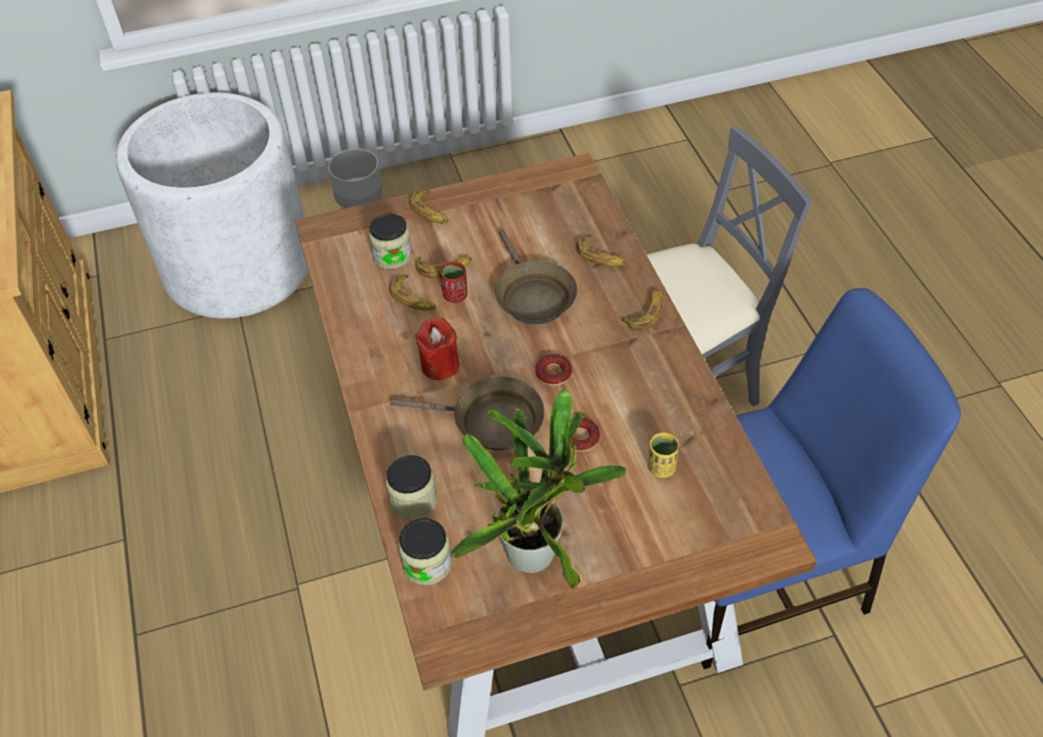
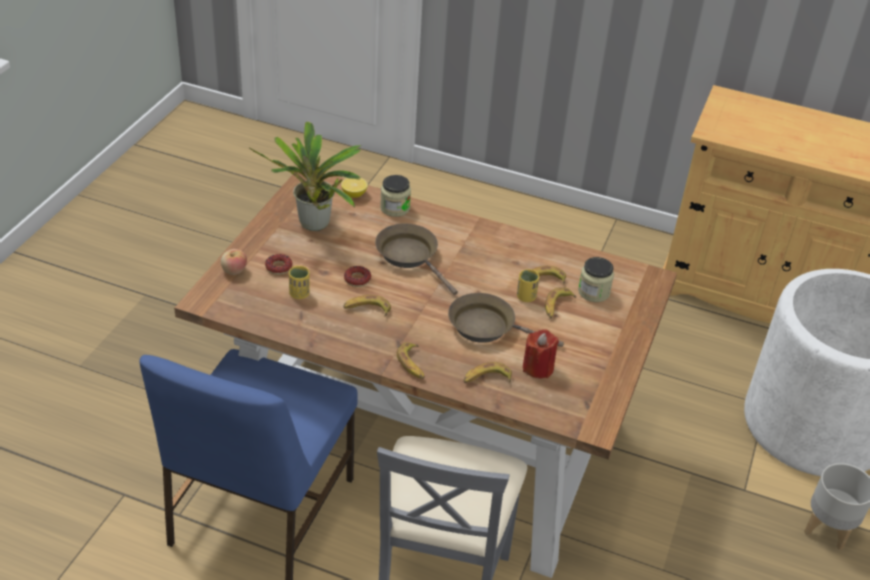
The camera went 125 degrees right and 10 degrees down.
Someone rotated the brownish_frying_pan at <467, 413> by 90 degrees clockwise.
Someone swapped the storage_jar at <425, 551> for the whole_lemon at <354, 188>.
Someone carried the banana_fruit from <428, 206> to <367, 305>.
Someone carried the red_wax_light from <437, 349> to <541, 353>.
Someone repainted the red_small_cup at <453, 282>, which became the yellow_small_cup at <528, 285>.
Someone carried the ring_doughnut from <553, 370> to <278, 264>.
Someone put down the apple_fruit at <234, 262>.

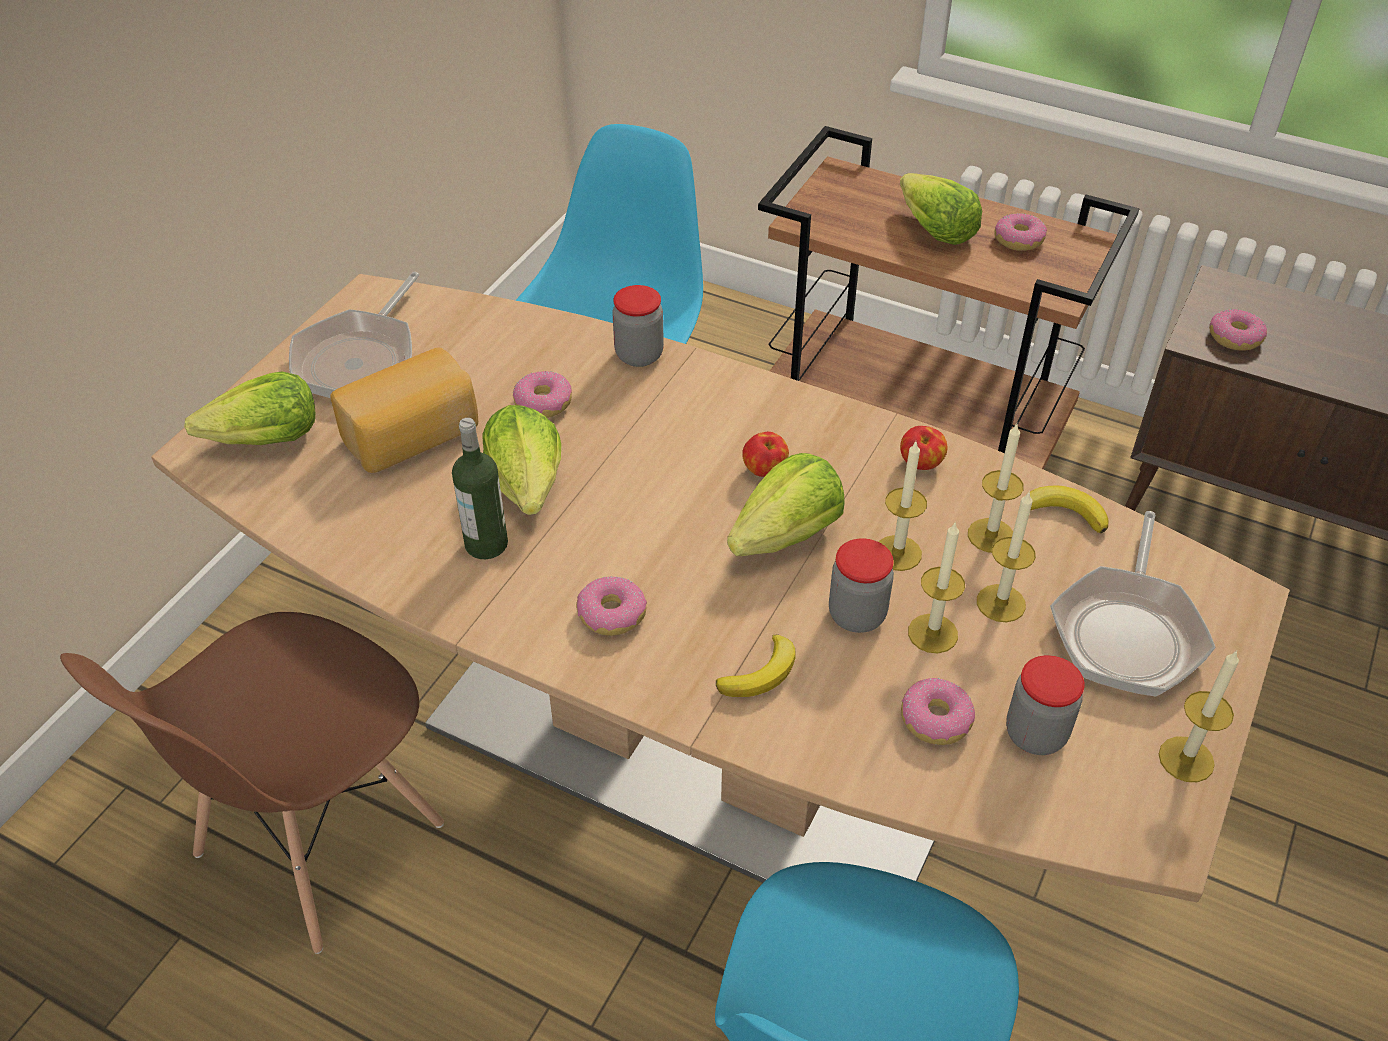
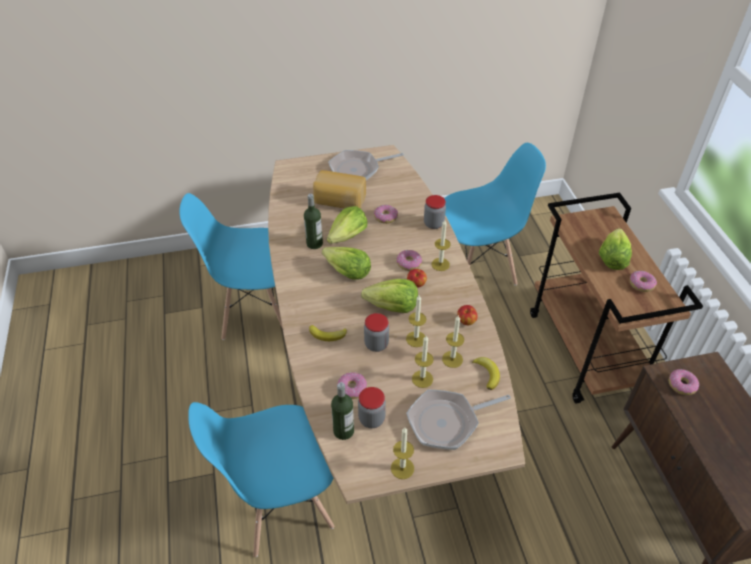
The camera went 50 degrees right and 0 degrees up.
Someone repainted the brownish_plain_chair at <252, 783>, which became the bluish_plain_chair at <230, 266>.
Someone carried the lettuce from <249, 408> to <346, 263>.
Someone carried the ring_doughnut from <611, 606> to <409, 260>.
Someone carried the wax_light from <936, 587> to <441, 245>.
Someone put down the bottle at <342, 411>.

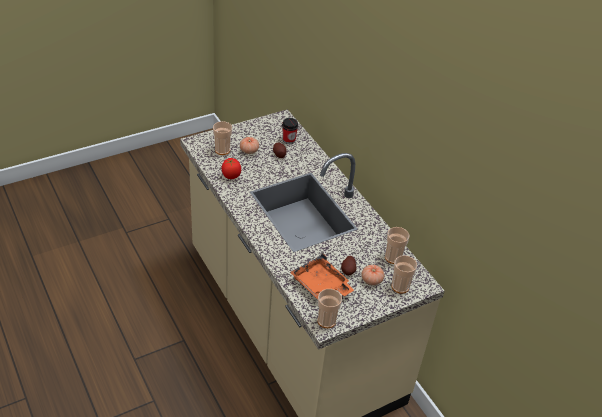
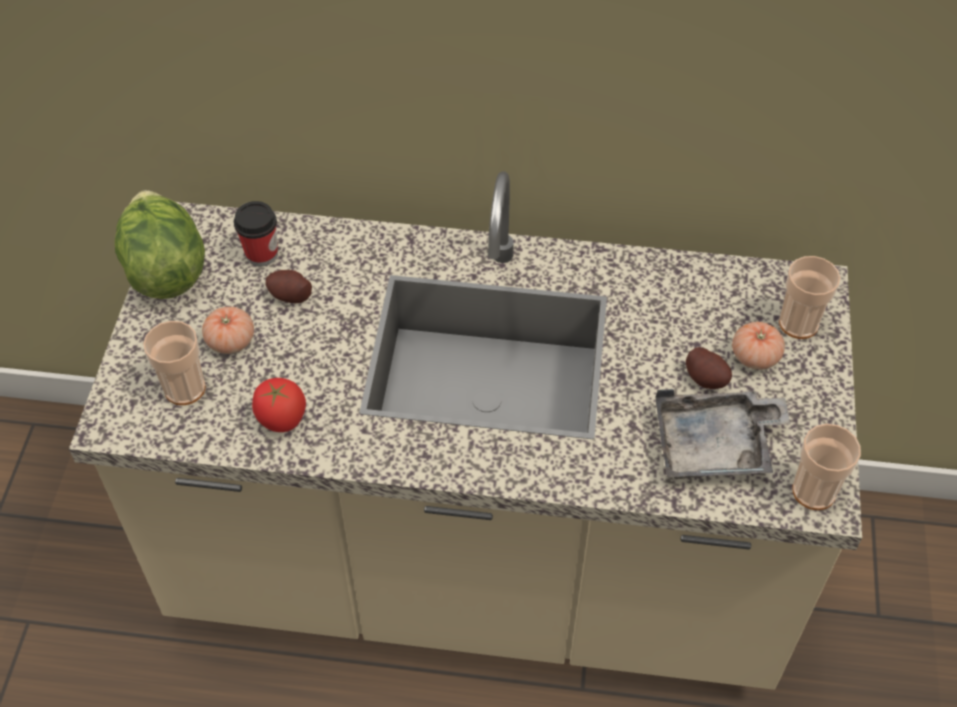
The camera went 50 degrees left and 10 degrees up.
Someone repainted the orangey_serving_tray at <322, 276>, which became the grey_serving_tray at <722, 434>.
Someone took away the small_cup at <397, 245>.
Someone put down the lettuce at <160, 244>.

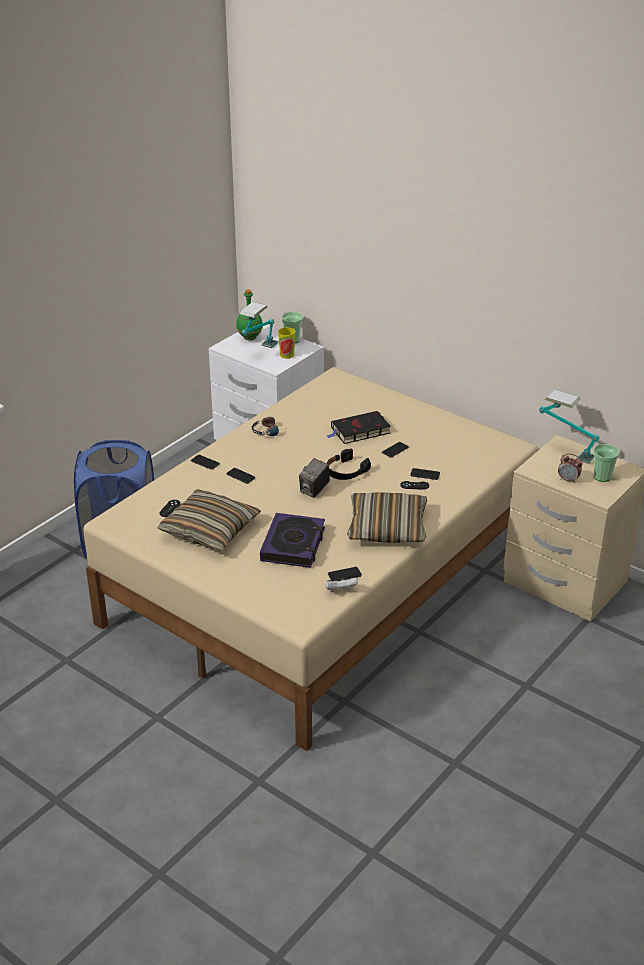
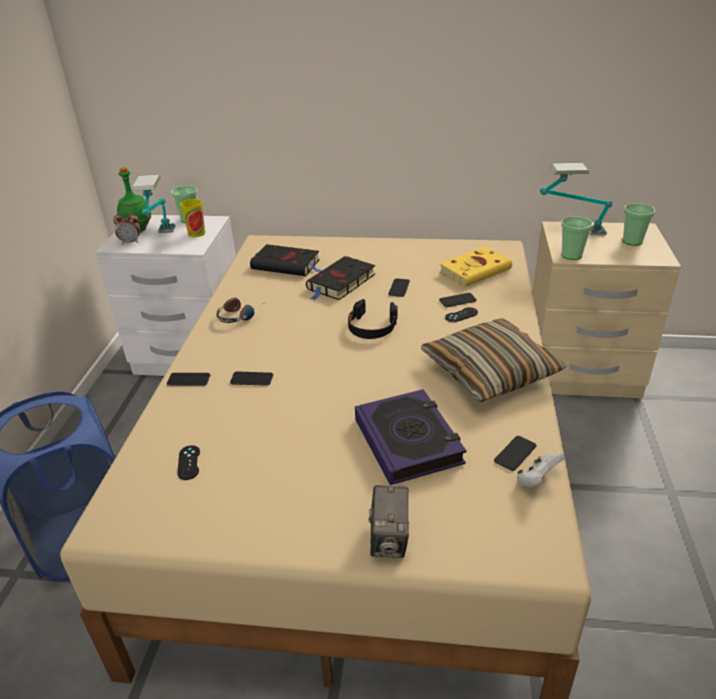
The camera went 30 degrees left and 0 degrees up.
Someone took away the cushion at <209, 520>.
Someone carried the still_camera from <314, 478> to <389, 521>.
Someone carried the alarm_clock from <570, 468> to <126, 227>.
Someone put down the black_book at <286, 260>.
Someone put down the yellow_book at <475, 267>.
Someone put down the small_cup at <577, 238>.

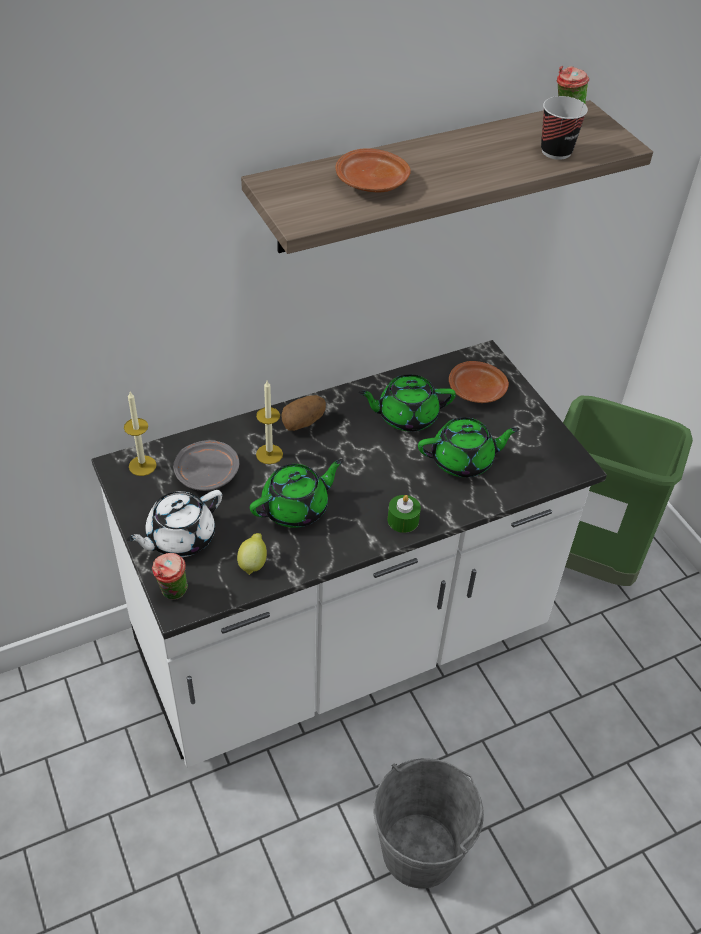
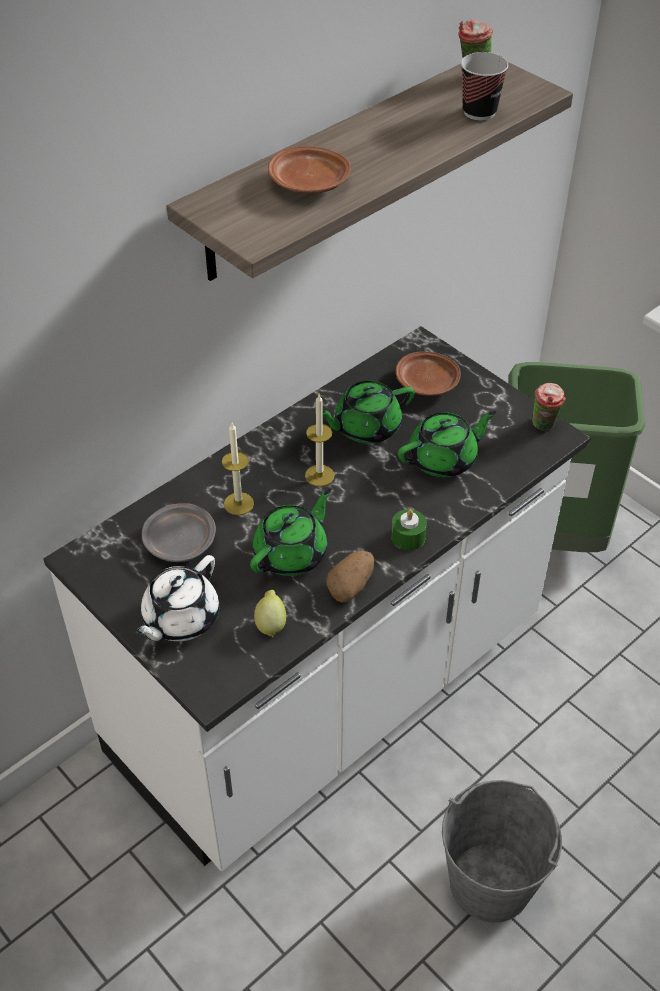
The camera went 15 degrees left and 0 degrees up.
Someone carried the wax_light from <140, 434> to <319, 440>.
Someone carried the small_cup from <170, 576> to <549, 407>.
Someone carried the spud from <303, 413> to <350, 576>.

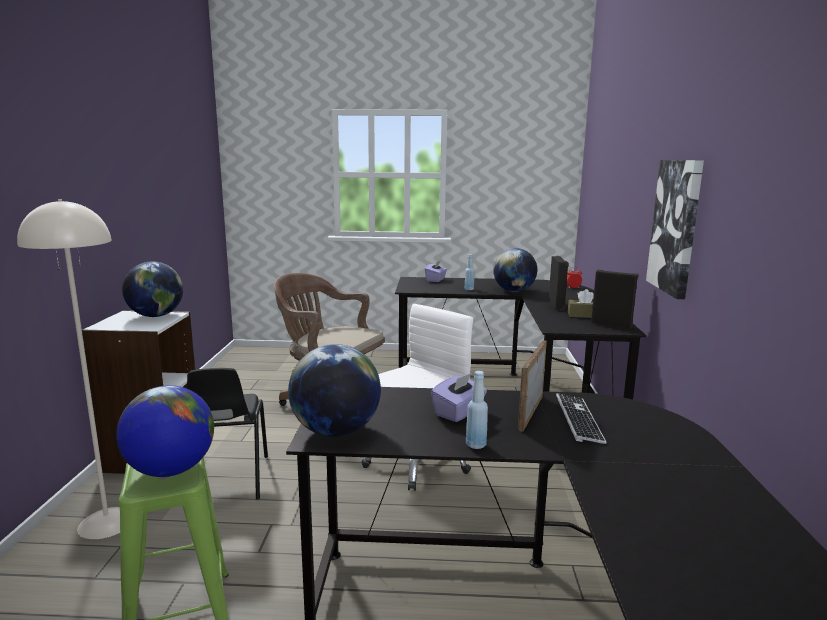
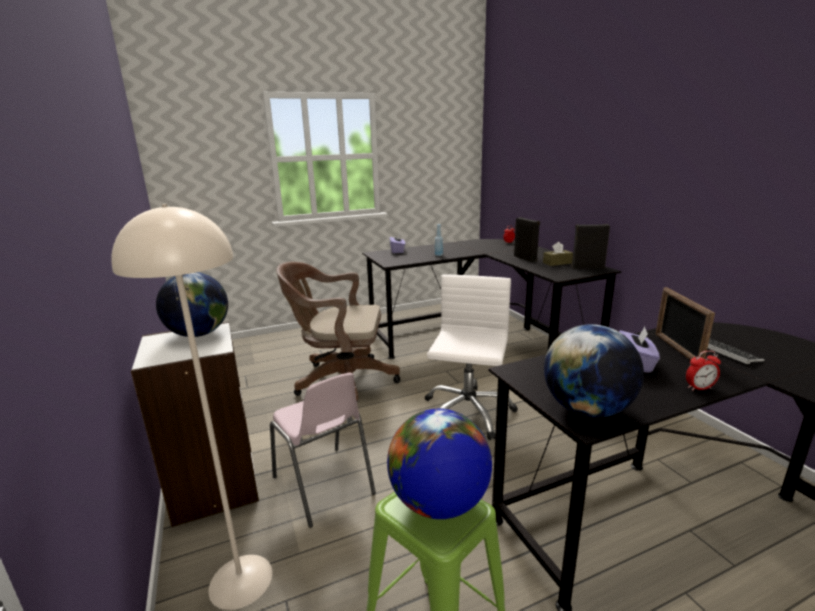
The camera went 25 degrees left and 5 degrees up.
Someone repainted the black_plain_chair at <227, 433>, which became the pink_plain_chair at <323, 450>.
Someone swapped the bluish_bottle at <477, 410> for the alarm_clock at <703, 371>.
Someone took away the desk_globe at <515, 270>.
Someone took away the wall_art at <675, 229>.

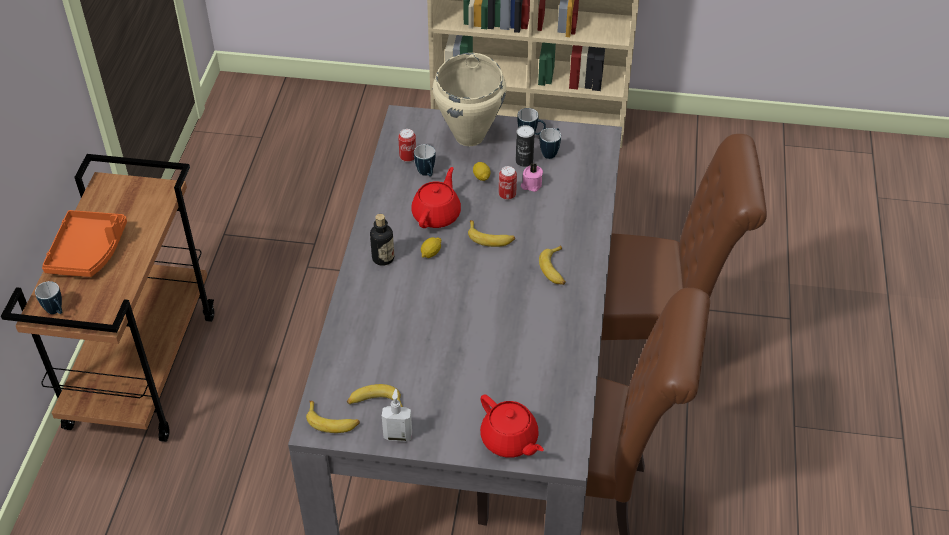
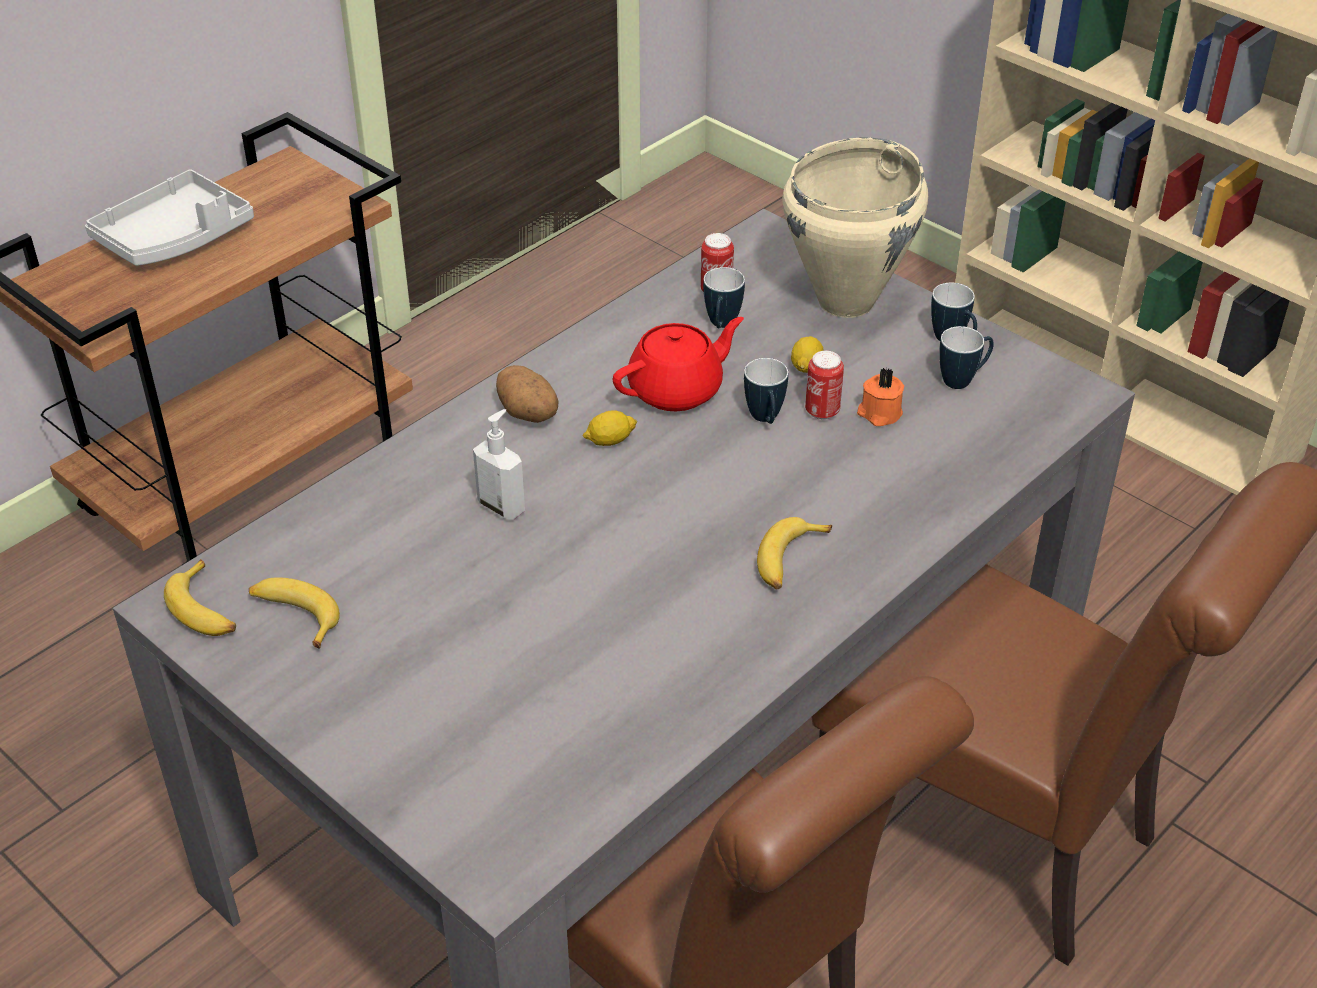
The camera went 35 degrees right and 5 degrees down.
Someone carried the tea_mug from <48, 297> to <766, 391>.
Someone repainted the orangey_serving_tray at <84, 243>, which became the grey_serving_tray at <169, 217>.
Someone swapped the bottle at <382, 240> for the spud at <527, 394>.
Someone carried the liquid_soap_bottle from <397, 415> to <499, 464>.
Someone took away the banana_fruit at <491, 233>.
Someone took away the red_teapot at <512, 426>.
Someone took away the metal_can at <525, 146>.
Someone repainted the pink_wax_light at <532, 177>, which became the orangey_wax_light at <880, 397>.

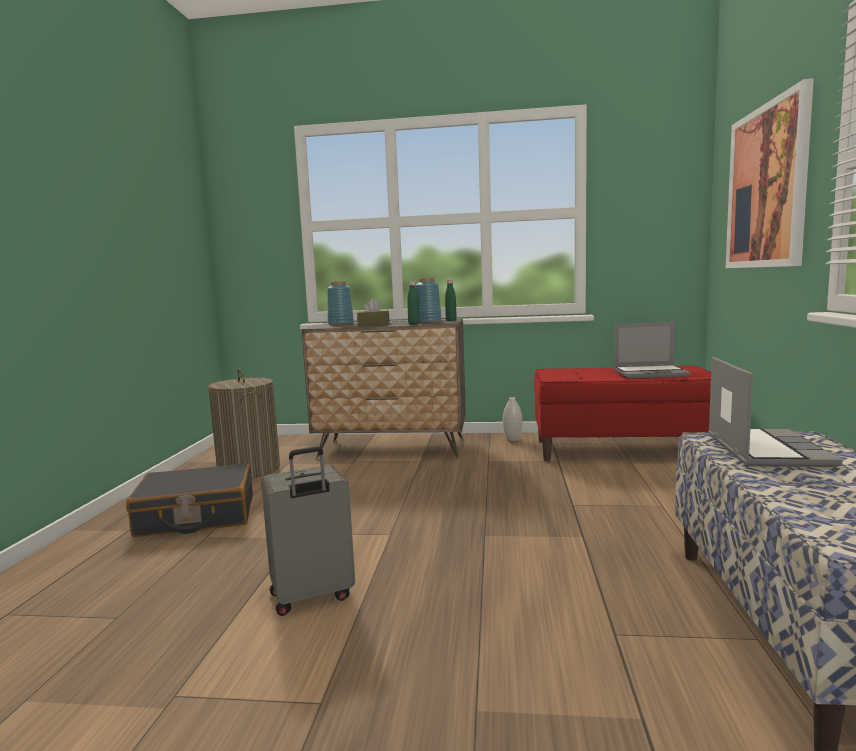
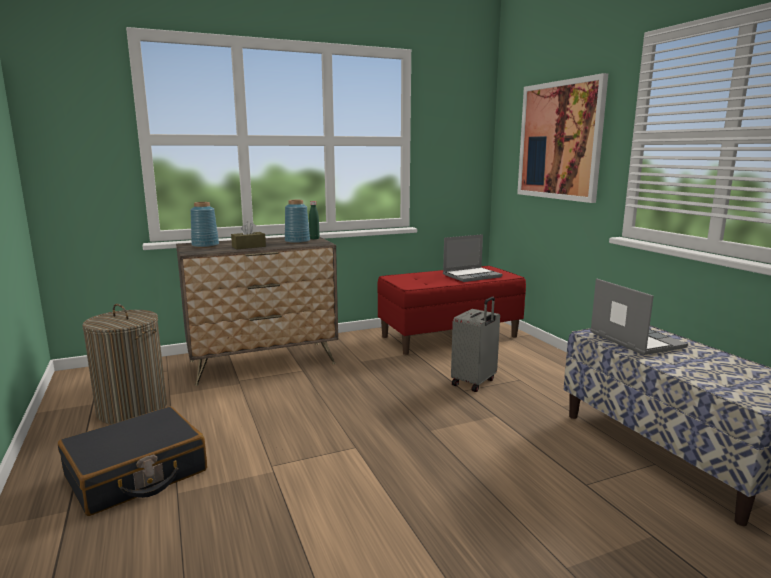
The camera went 30 degrees left and 5 degrees up.
Someone carried the grey_travel_case from <308, 531> to <475, 344>.
Someone took away the greenish_bottle at <413, 303>.
Someone took away the white-coloured_flower_vase at <512, 419>.

